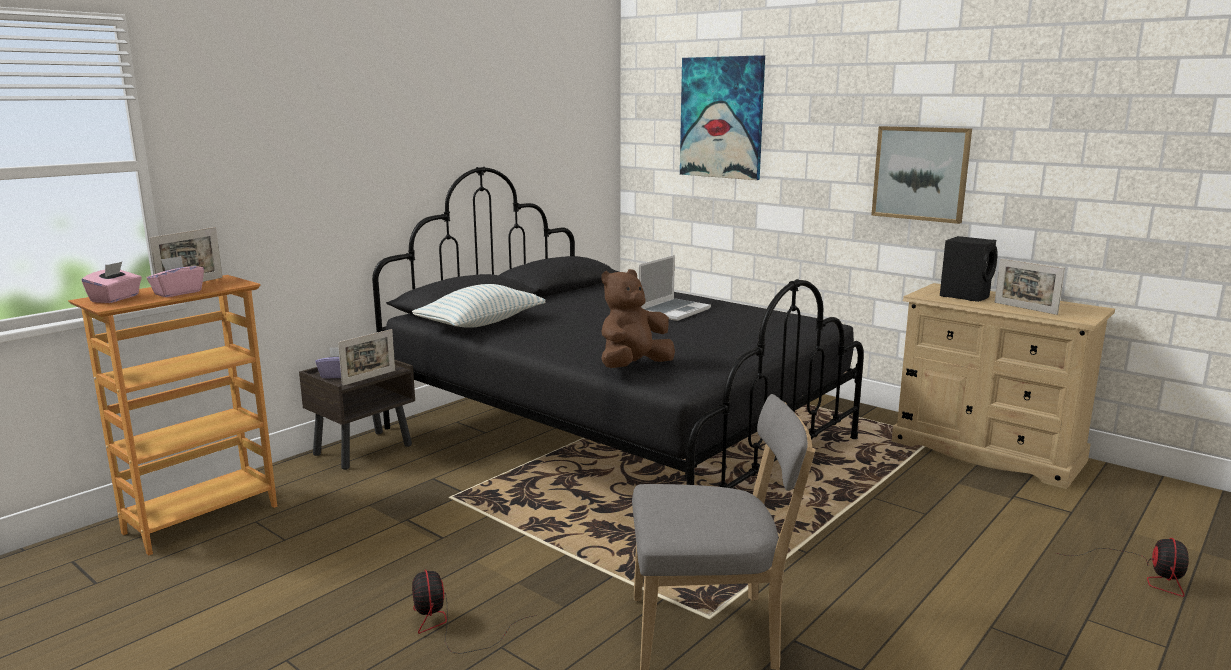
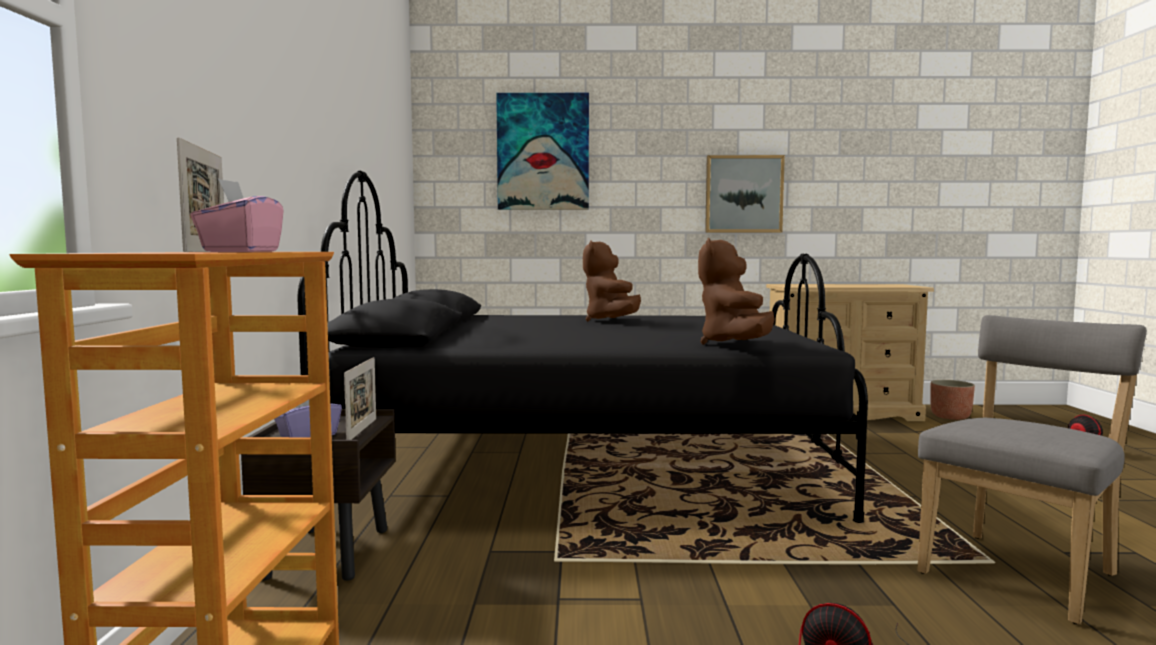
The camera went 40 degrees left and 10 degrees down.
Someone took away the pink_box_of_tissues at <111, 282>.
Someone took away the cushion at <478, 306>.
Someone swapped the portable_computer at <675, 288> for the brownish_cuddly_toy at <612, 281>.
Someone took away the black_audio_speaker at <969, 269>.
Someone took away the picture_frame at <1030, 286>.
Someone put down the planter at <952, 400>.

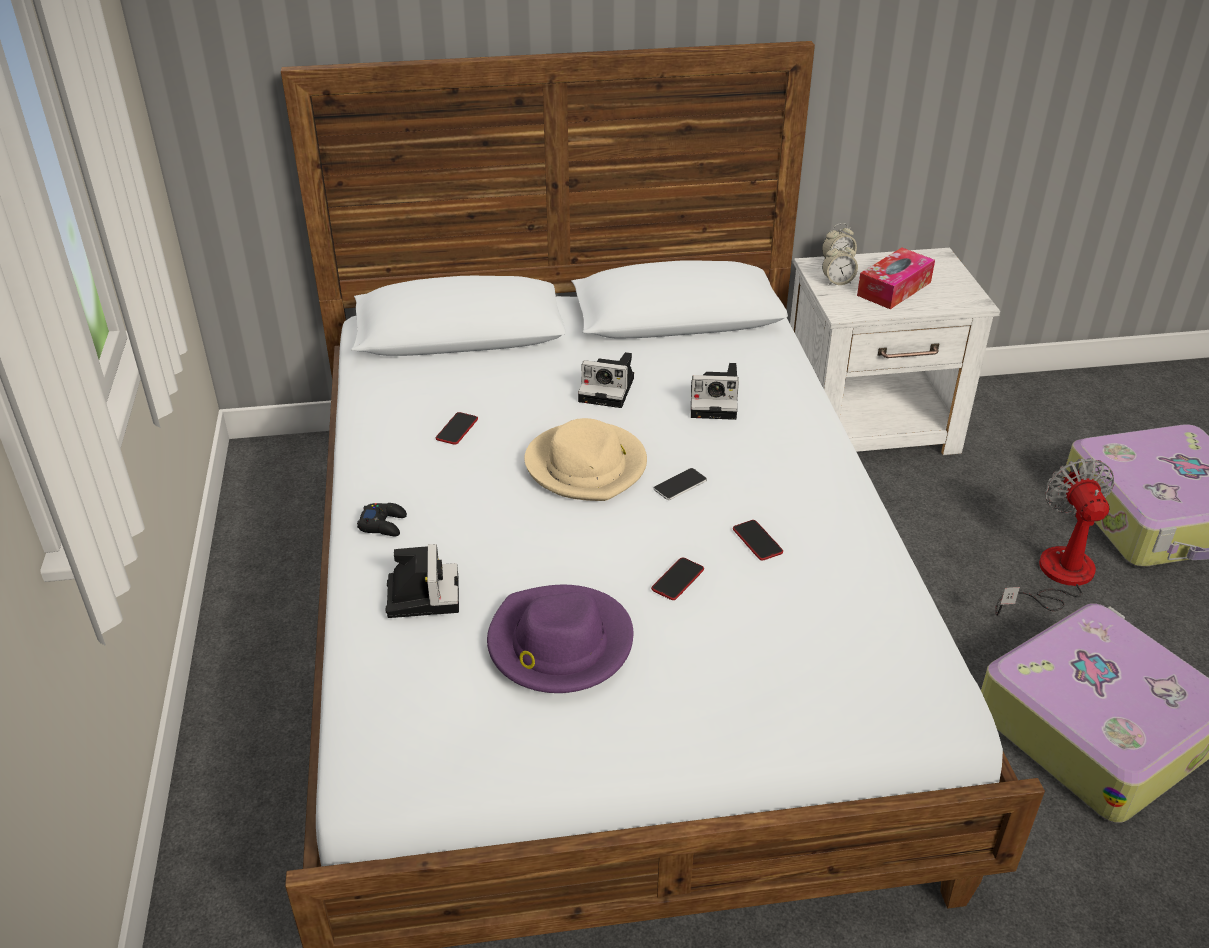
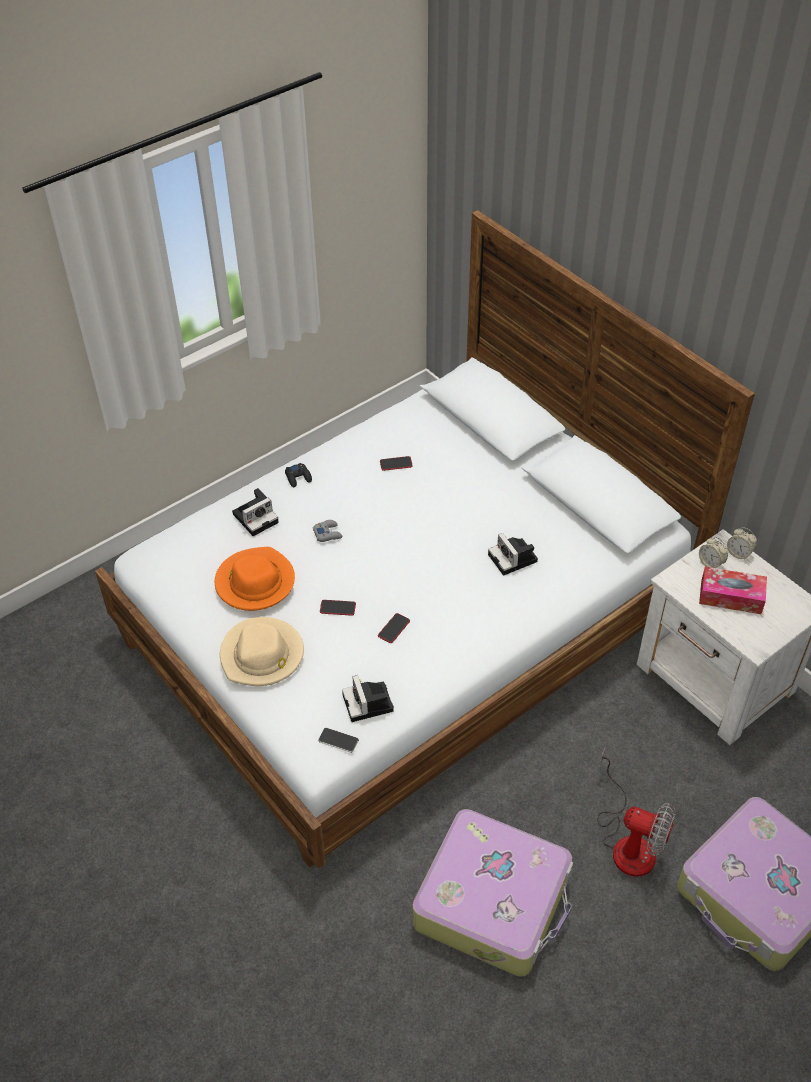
The camera went 60 degrees right and 10 degrees up.
Someone repainted the purple_hat at <560, 639>, which became the orangey_hat at <255, 579>.
Someone carried the beige_hat from <585, 459> to <262, 651>.
Someone carried the still_camera from <606, 380> to <368, 698>.
Someone carried the phone from <680, 484> to <338, 740>.
Someone rotated the fan at <1054, 537> by 60 degrees clockwise.
Someone put down the grey_game_controller at <327, 531>.

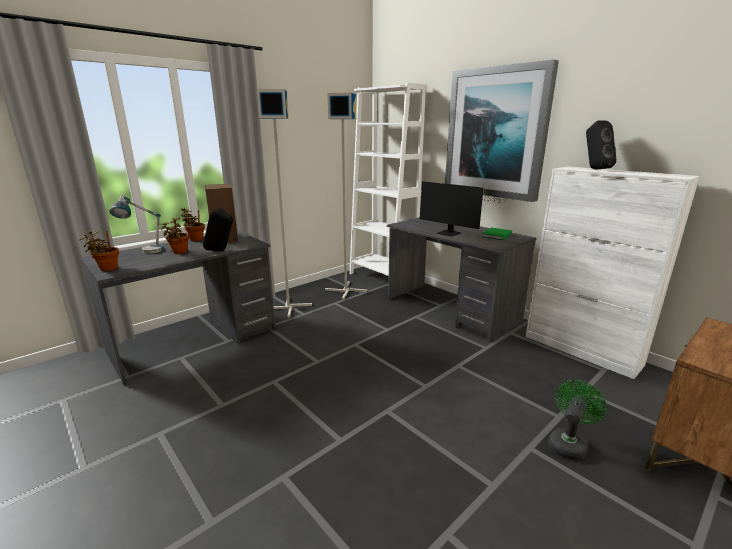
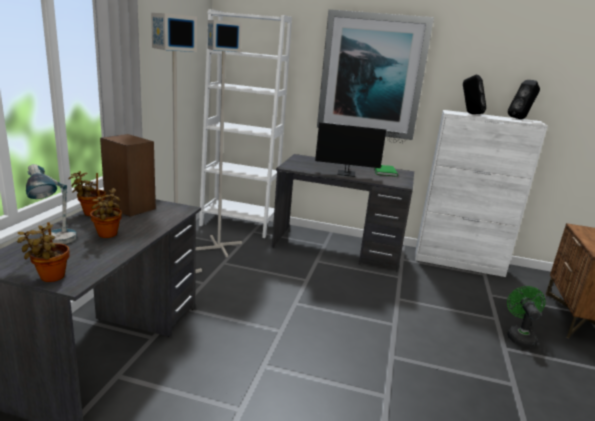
The camera went 35 degrees left and 0 degrees up.
Someone carried the black_audio_speaker from <218, 229> to <524, 99>.

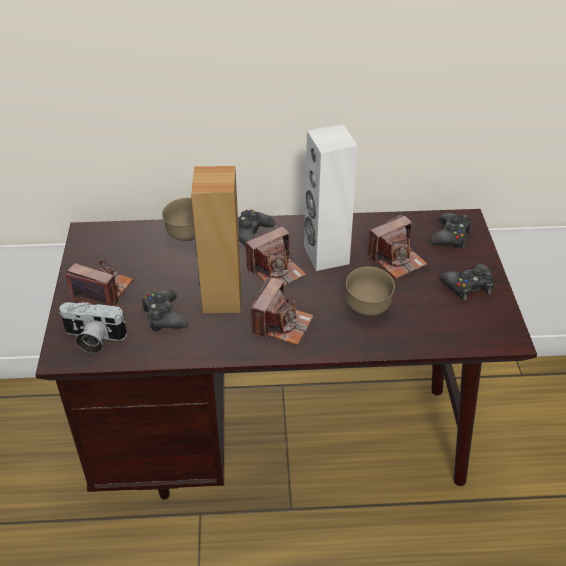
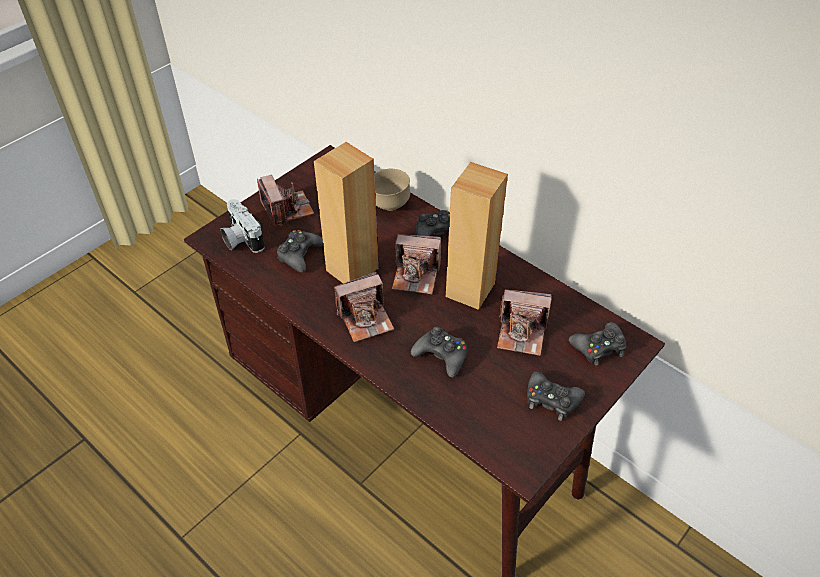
The camera went 45 degrees right and 5 degrees up.
Someone repainted the white-coloured_audio_speaker at <331, 197>, which became the brownish_audio_speaker at <477, 236>.
Someone swapped the brownish_bowl at <370, 291> for the black_game_controller at <439, 352>.

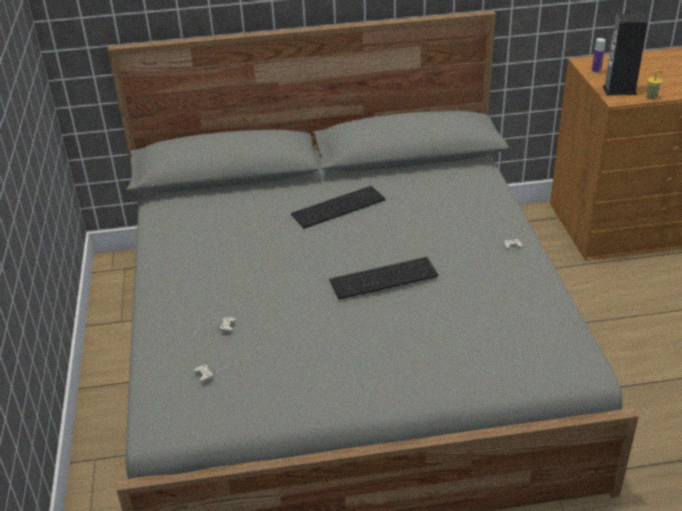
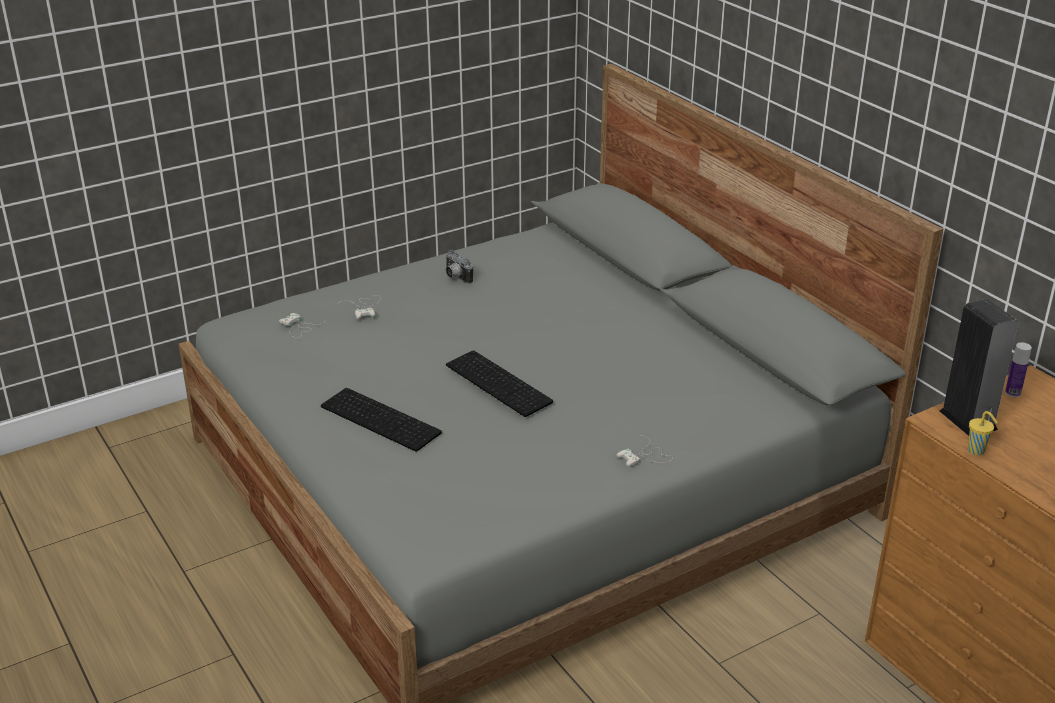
The camera went 65 degrees right and 5 degrees down.
Someone carried the PC_keyboard from <338, 207> to <381, 420>.
Someone put down the still_camera at <459, 266>.

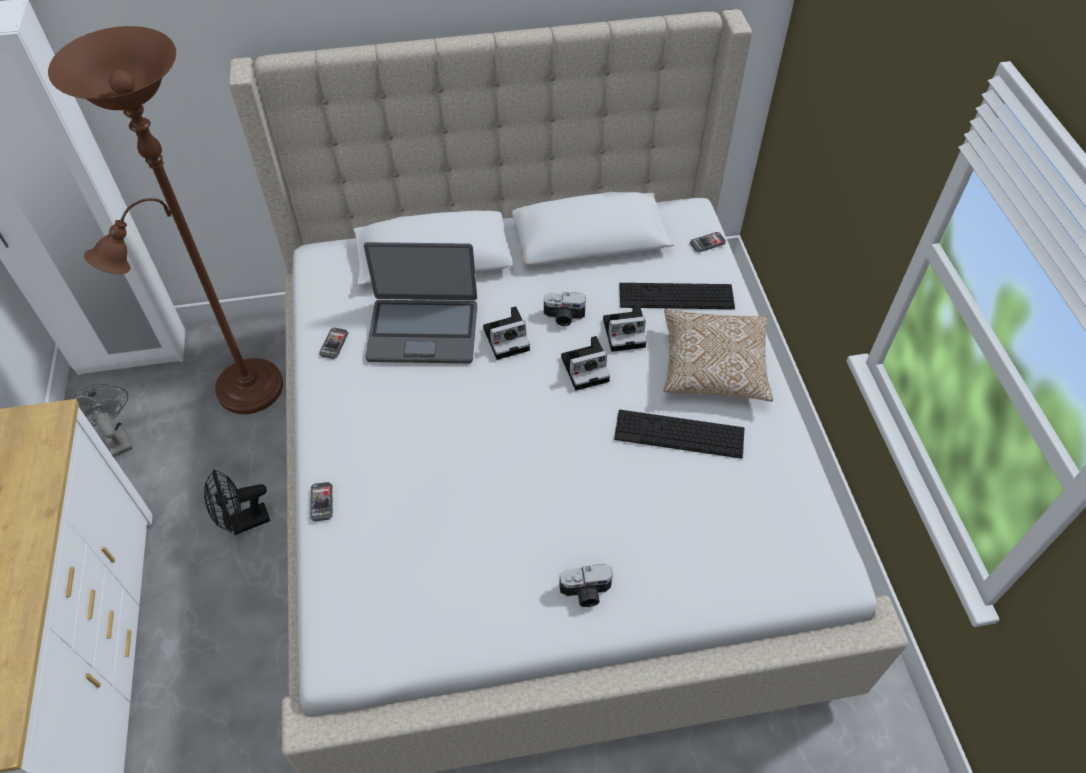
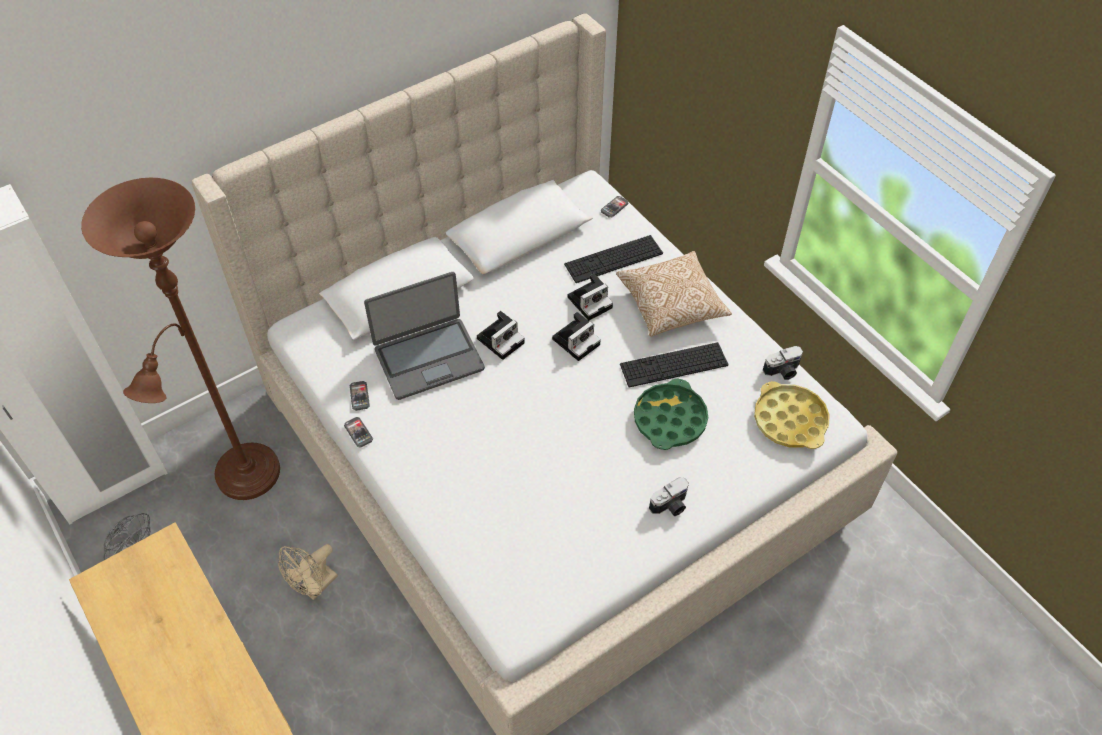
The camera went 25 degrees left and 0 degrees up.
Someone repainted the black_fan at <237, 502>, which became the beige_fan at <308, 572>.
Someone carried the phone from <321, 501> to <358, 432>.
Someone carried the still_camera from <565, 309> to <783, 363>.
Someone put down the greenish_serving_tray at <671, 414>.
Someone put down the yellow_serving_tray at <792, 415>.

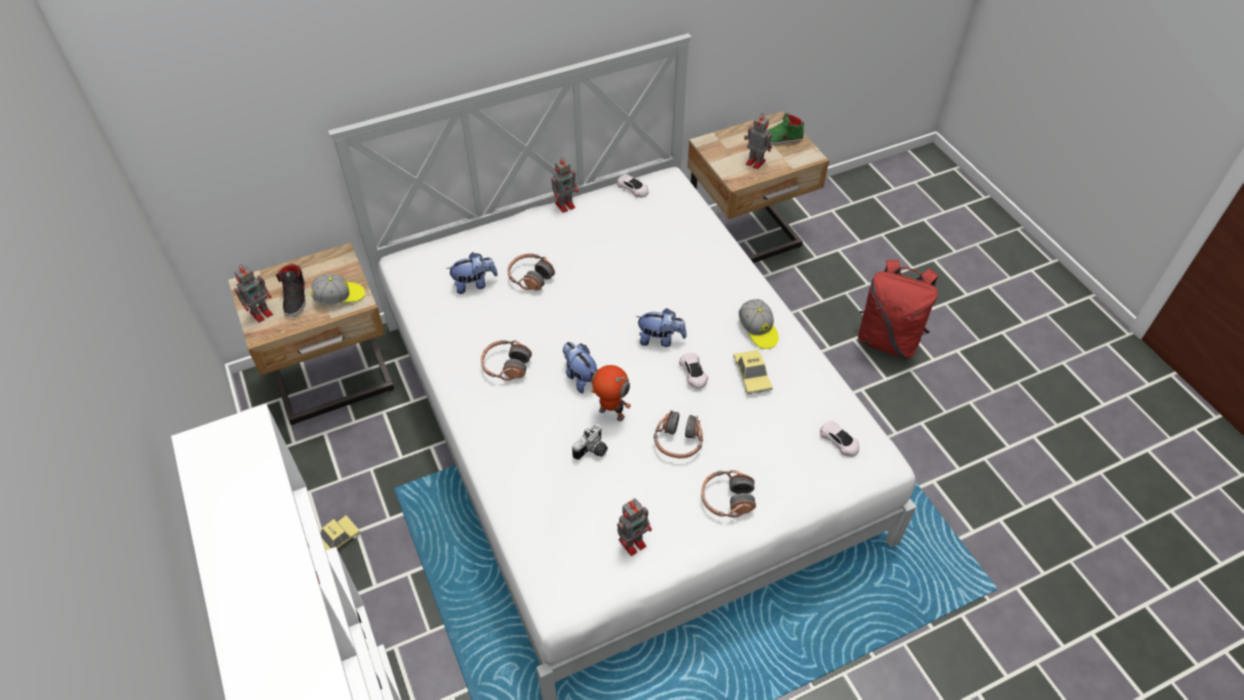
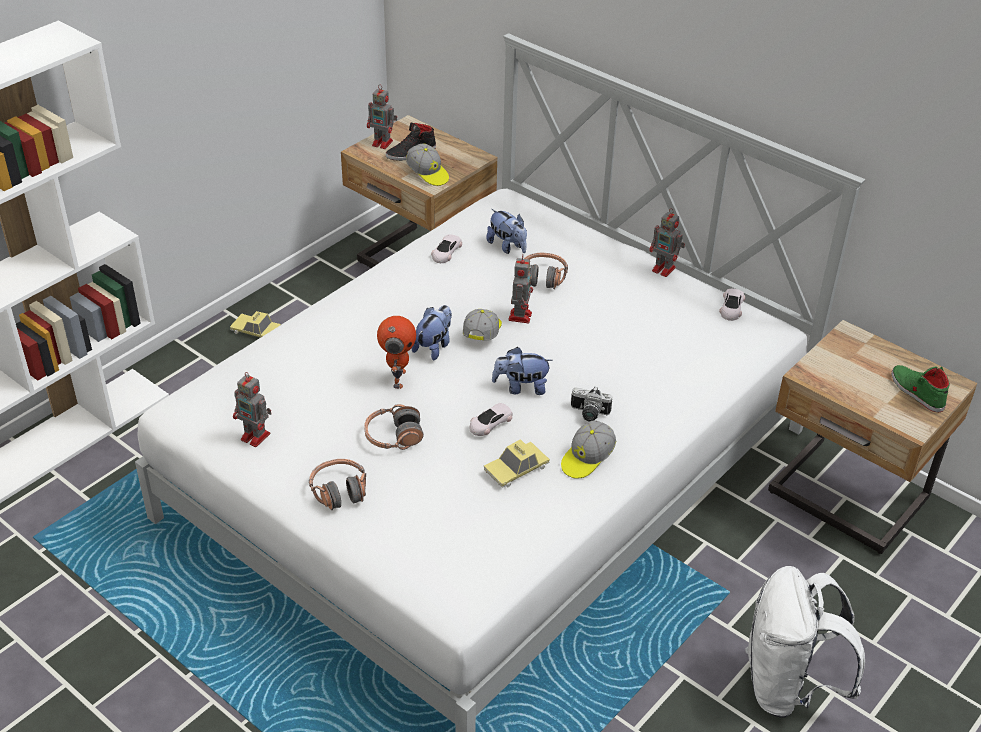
The camera went 65 degrees right and 10 degrees down.
Someone took away the headset at <506, 360>.
Someone carried the still_camera from <590, 442> to <591, 404>.
Someone rotated the cuddly_toy at <661, 327> by 105 degrees clockwise.
Someone carried the robot_figure from <758, 141> to <520, 289>.
Someone carried the white-coloured_miniature_car from <839, 439> to <446, 248>.
Someone repainted the red_rucksack at <898, 309>, which became the white-coloured_rucksack at <805, 642>.
Someone put down the peaked_cap at <482, 325>.

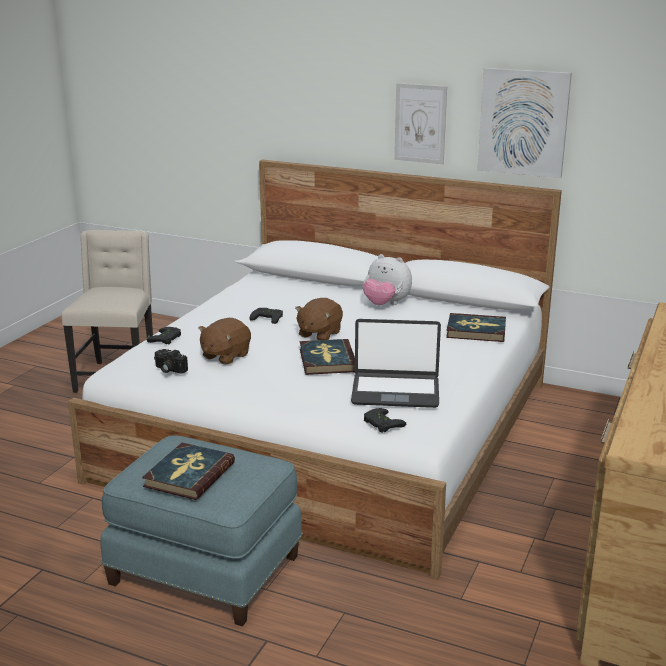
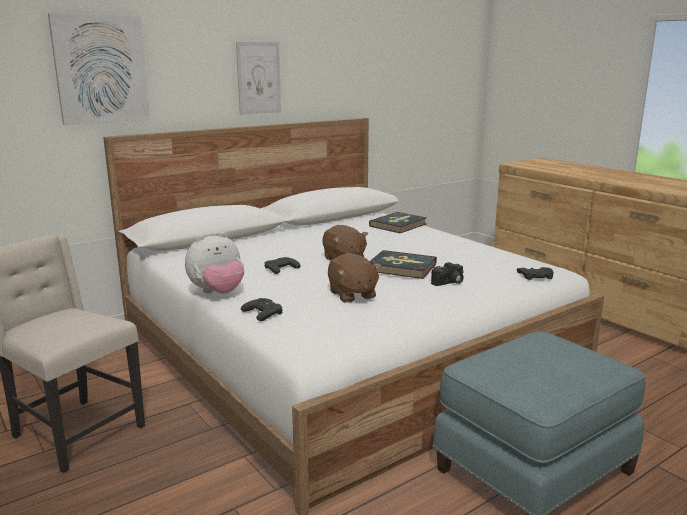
The camera went 60 degrees left and 5 degrees down.
Someone took away the book at <188, 471>.
Someone carried the still_camera from <171, 361> to <447, 274>.
Someone took away the portable_computer at <396, 363>.
Someone carried the cuddly_toy from <387, 279> to <214, 263>.
Someone carried the wall_art from <524, 123> to <99, 69>.

